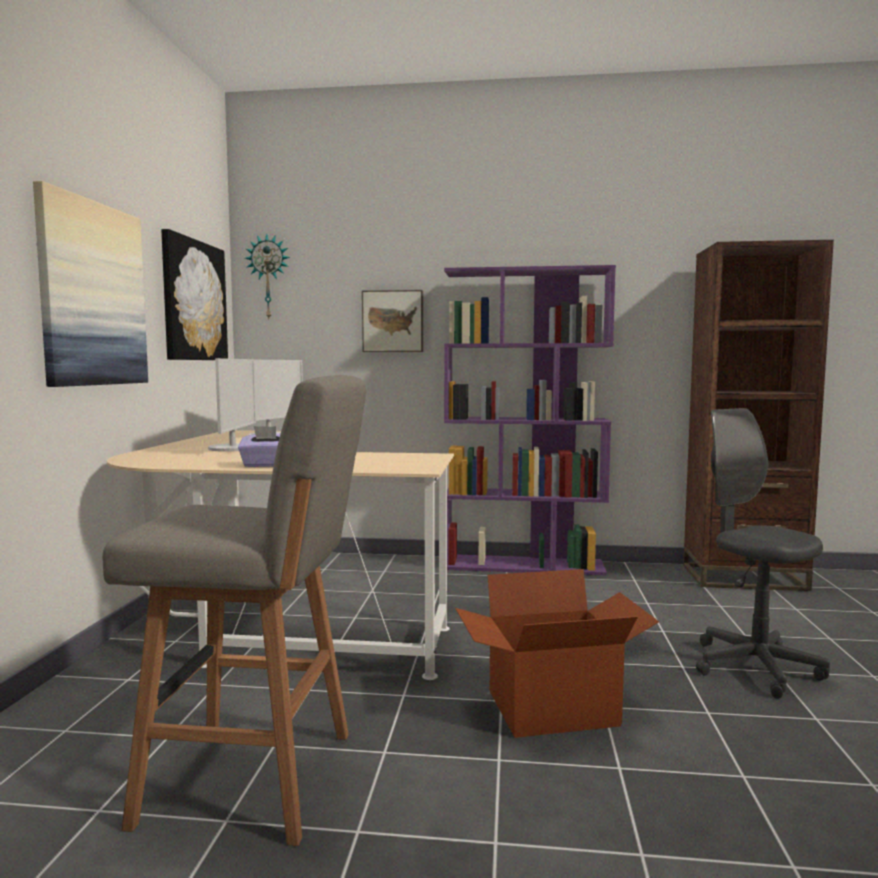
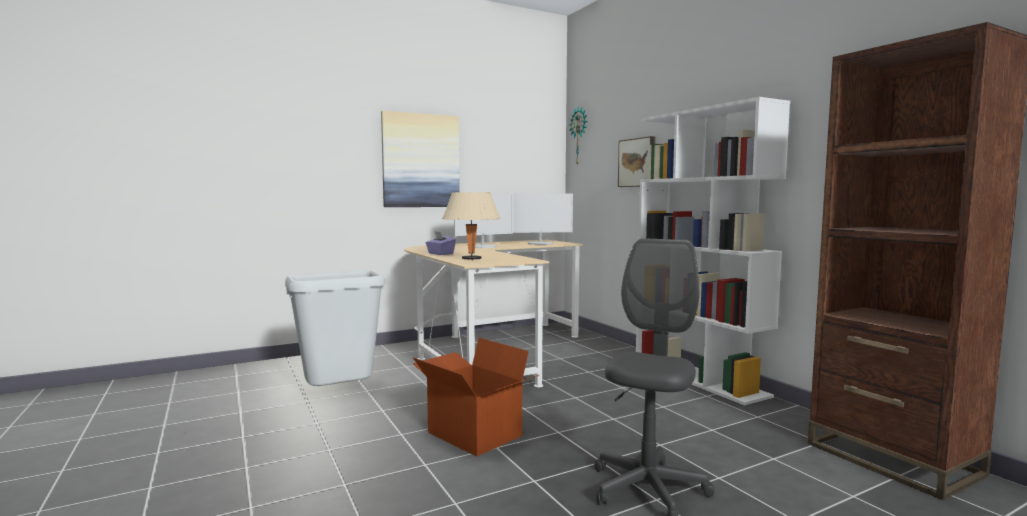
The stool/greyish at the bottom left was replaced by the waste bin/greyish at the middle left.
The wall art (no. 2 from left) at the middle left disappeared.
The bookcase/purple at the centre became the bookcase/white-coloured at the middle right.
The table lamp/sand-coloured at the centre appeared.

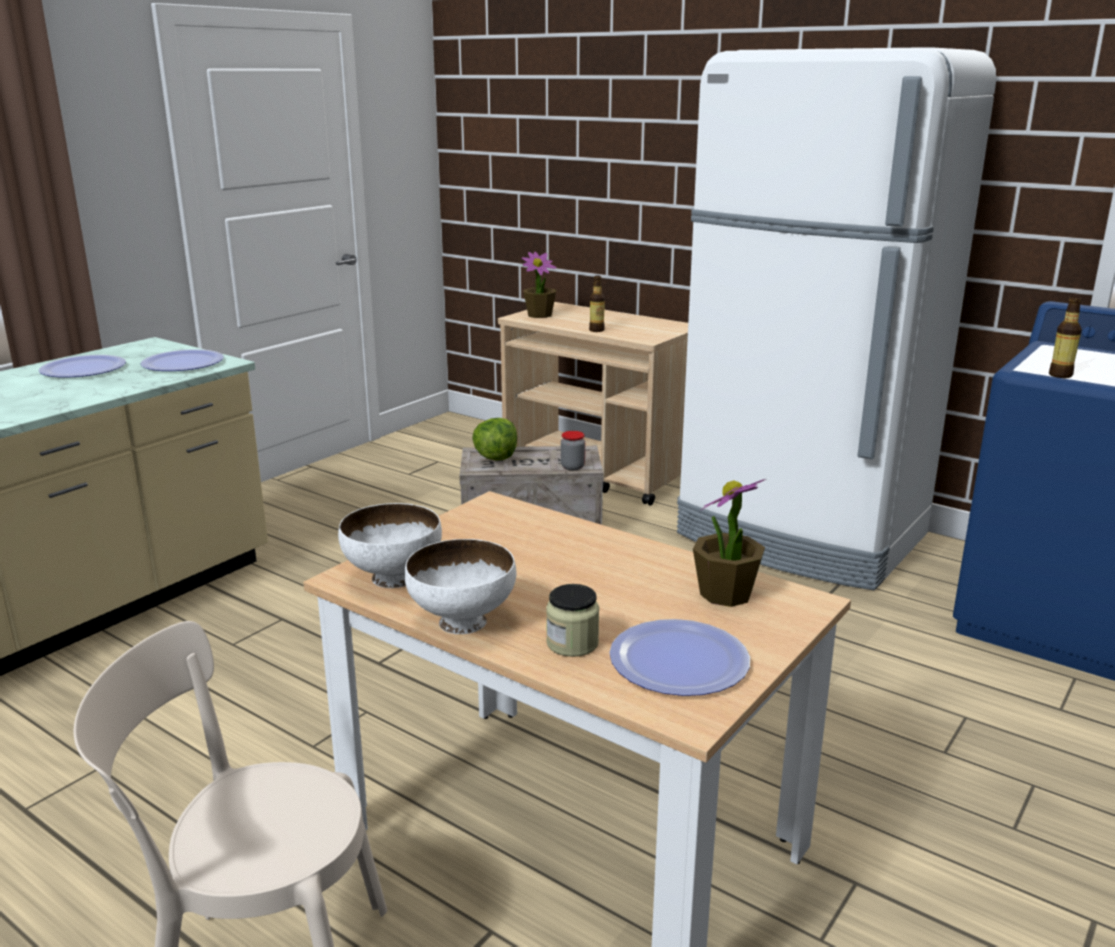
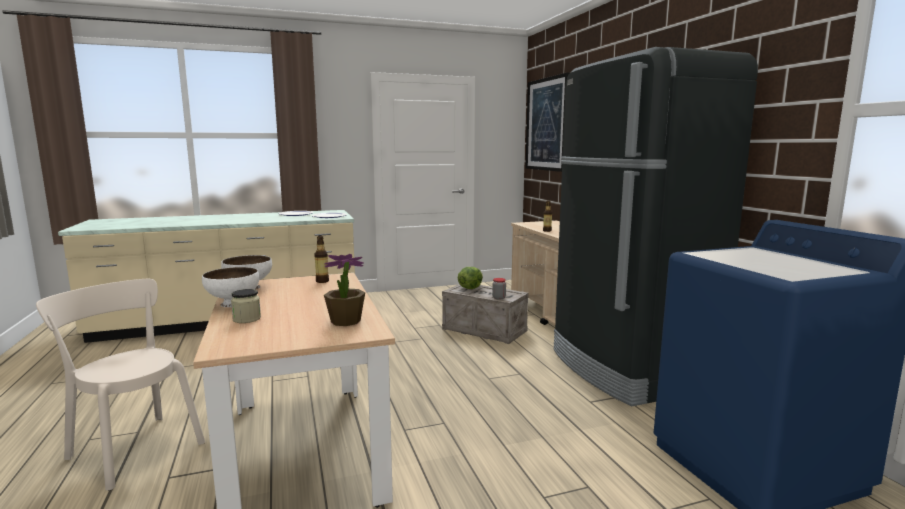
The houseplant (no. 1 from left) at the top centre disappeared.
The dinner plate (no. 3 from left) at the bottom centre disappeared.
The fridge/white-coloured at the middle right became the fridge/black at the middle right.
The drink bottle (no. 2 from left in the first image) moved from the middle right to the centre.
The wall art at the top centre appeared.

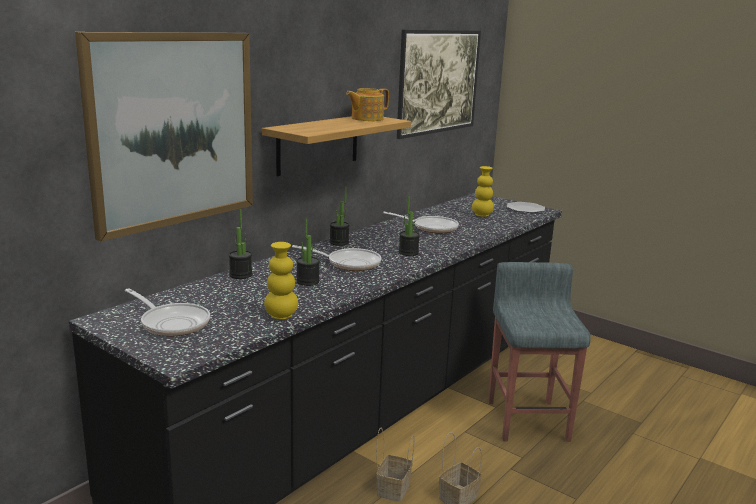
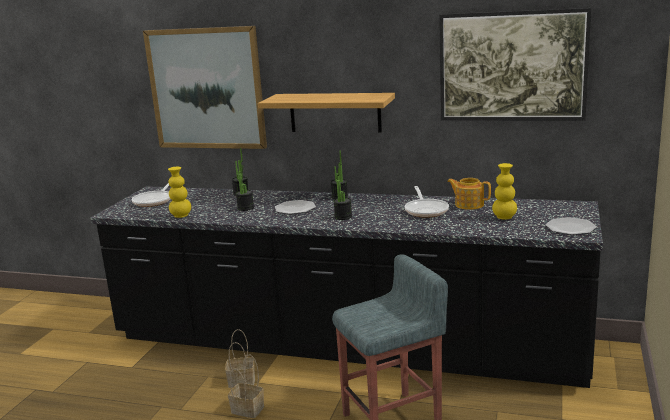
The frying pan (no. 2 from left) at the centre was replaced by the dinner plate (no. 1 from left) at the centre.
The teapot moved from the top centre to the middle right.

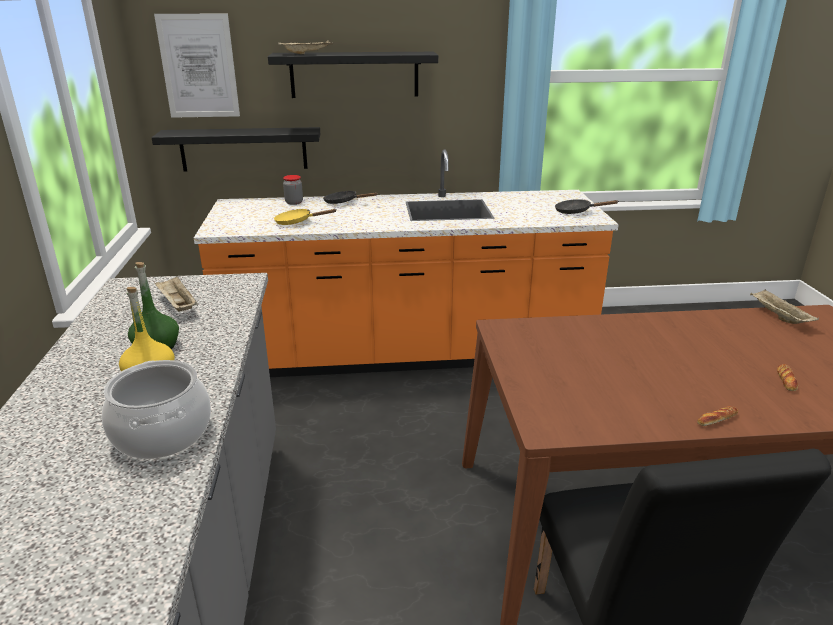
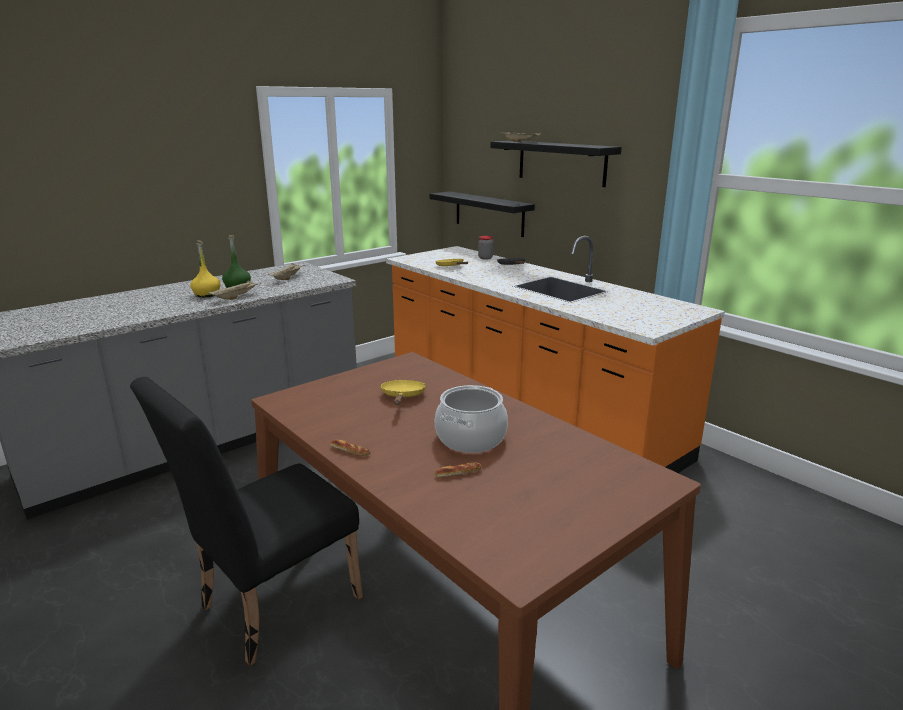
The stockpot moved from the middle left to the centre.
The wall art at the top left disappeared.
The frying pan/black (no. 2 from left) at the top right disappeared.
The tray/sand-coloured (no. 3 from left in the first image) moved from the middle right to the middle left.
The frying pan/yellowish (no. 1 from left) at the centre appeared.

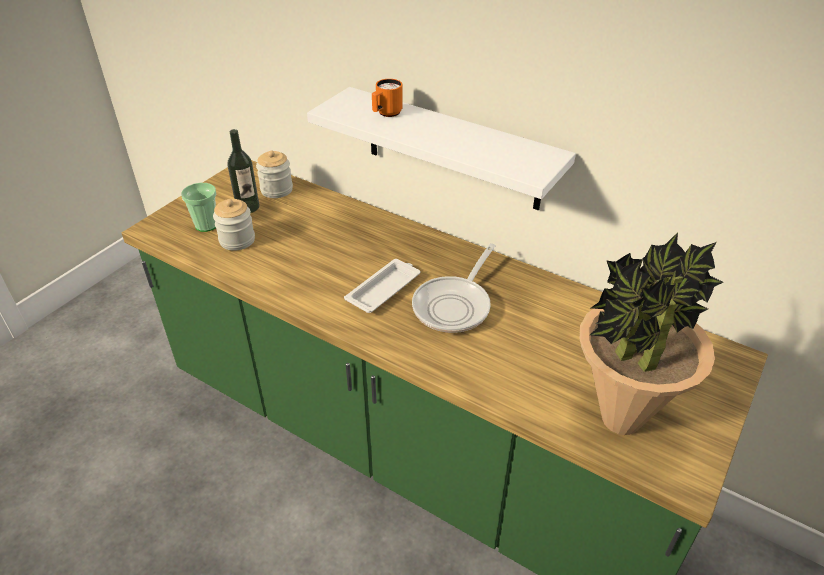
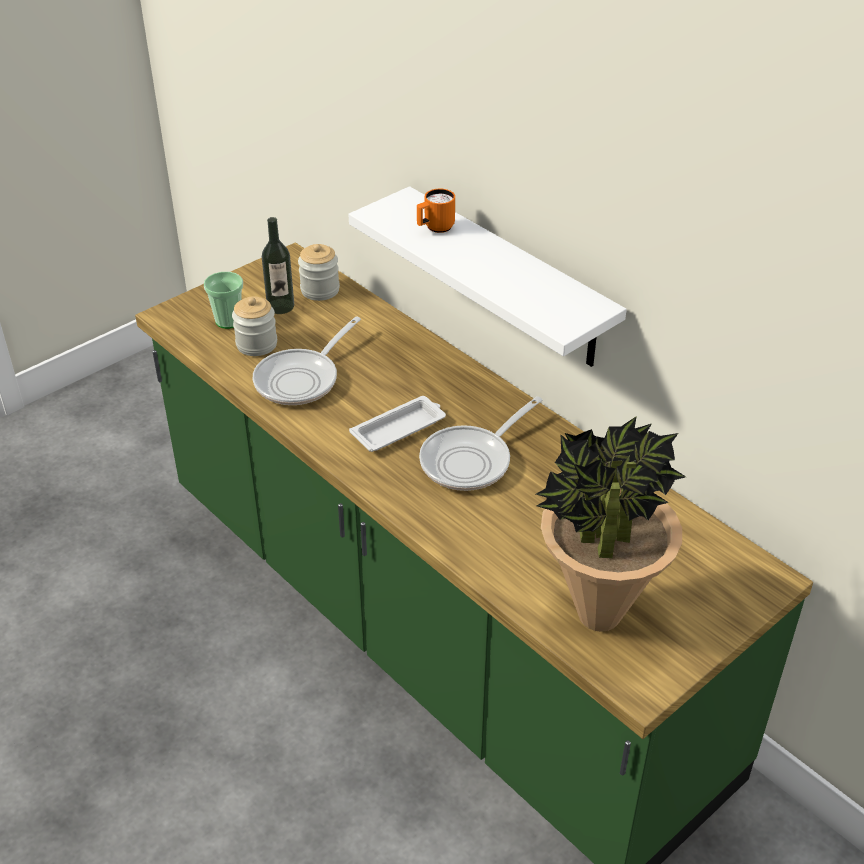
The frying pan (no. 1 from left) at the centre appeared.

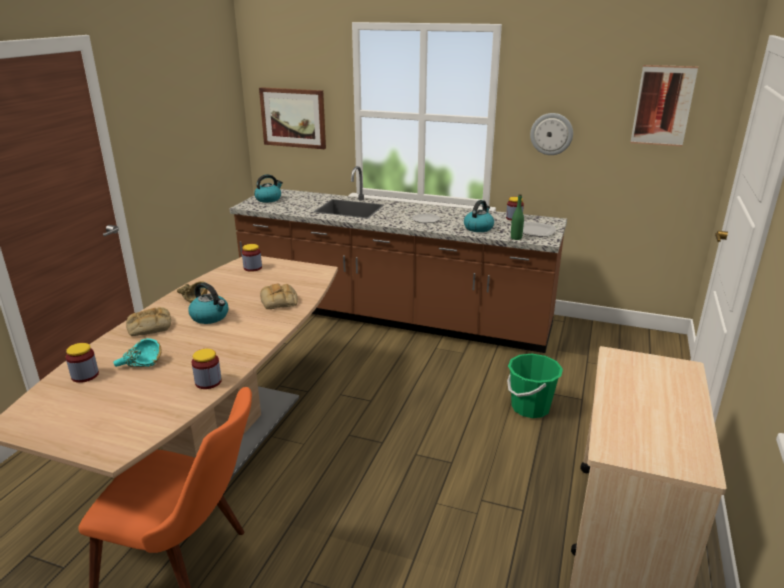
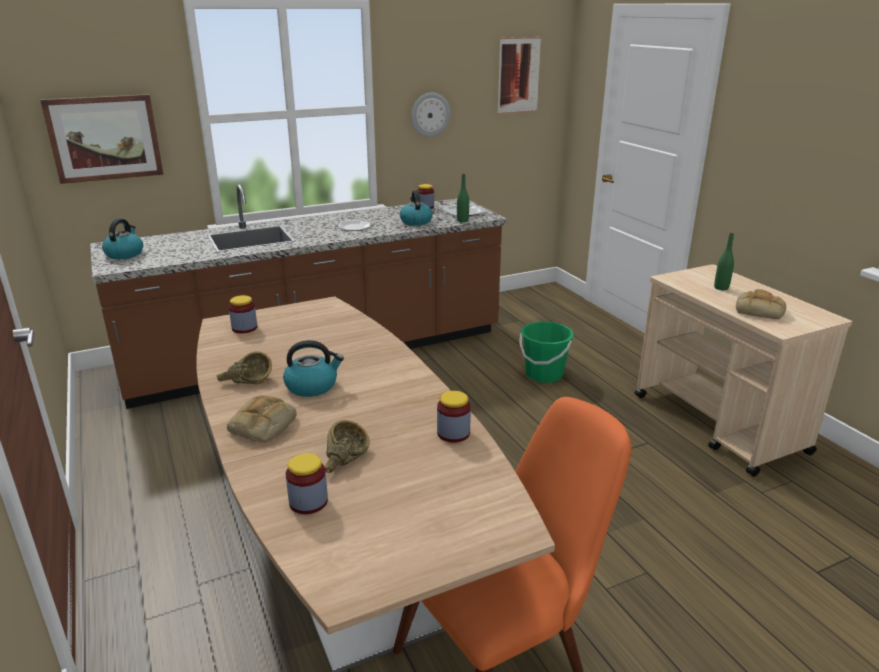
The deep dish/blue-green at the middle left became the deep dish/brownish (no. 2 from left) at the centre.
The bakery bread (no. 2 from left) moved from the centre to the middle right.
The drink bottle/green (no. 2 from left) at the middle right appeared.

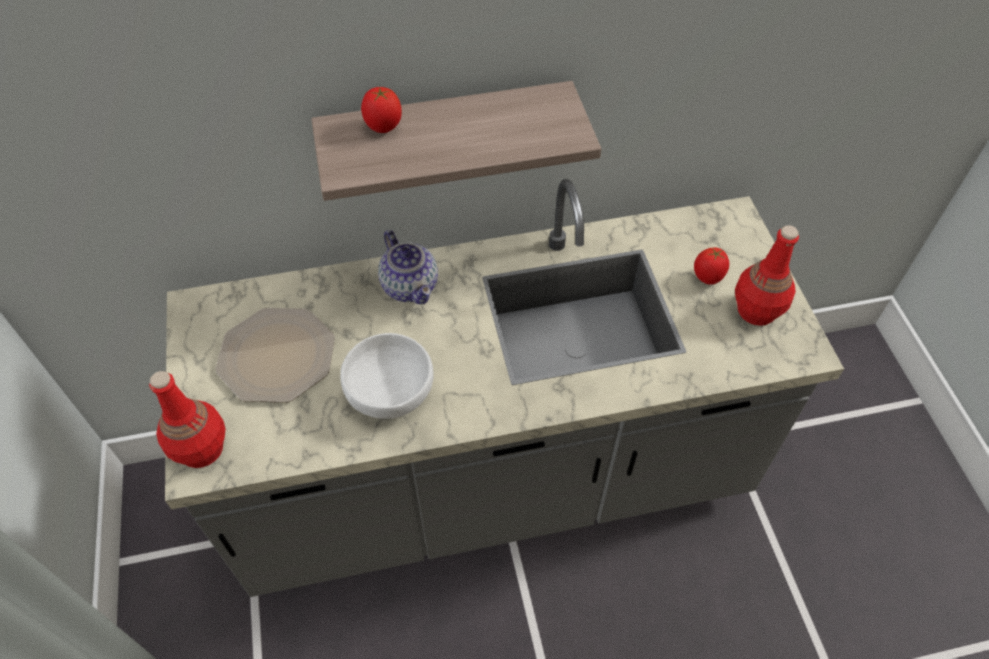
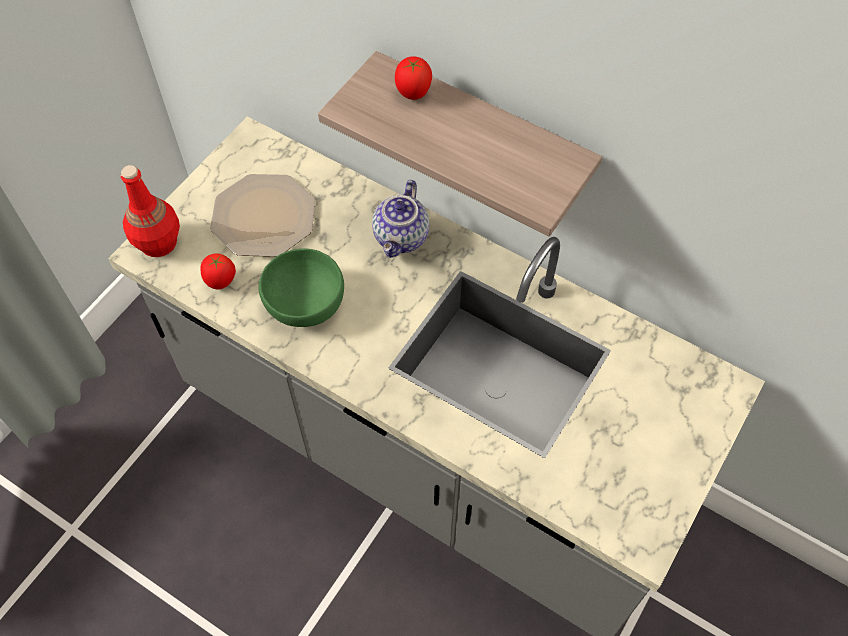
The deep dish/white-coloured at the centre became the deep dish/green at the centre.
The fresh tomato (no. 2 from left in the first image) moved from the middle right to the middle left.
The drink bottle/red-coloured (no. 2 from left) at the middle right disappeared.

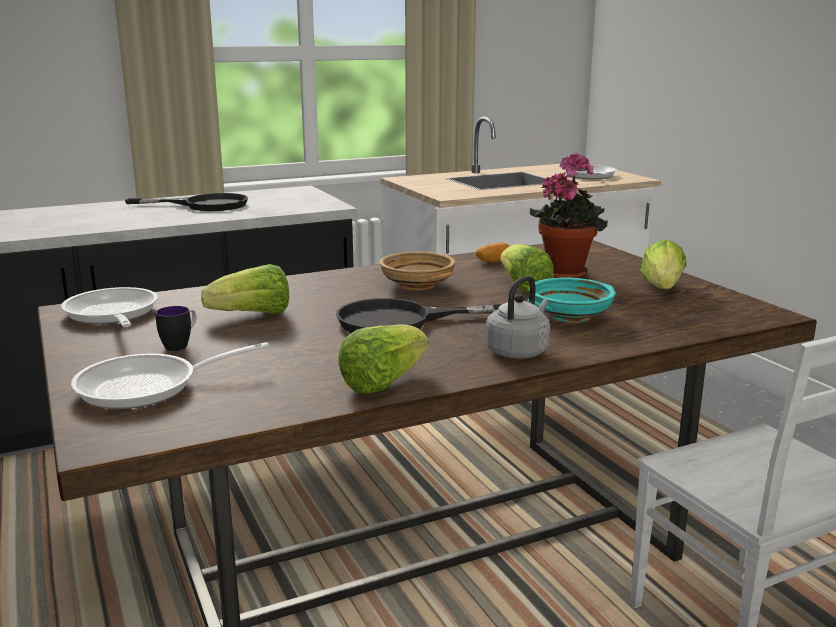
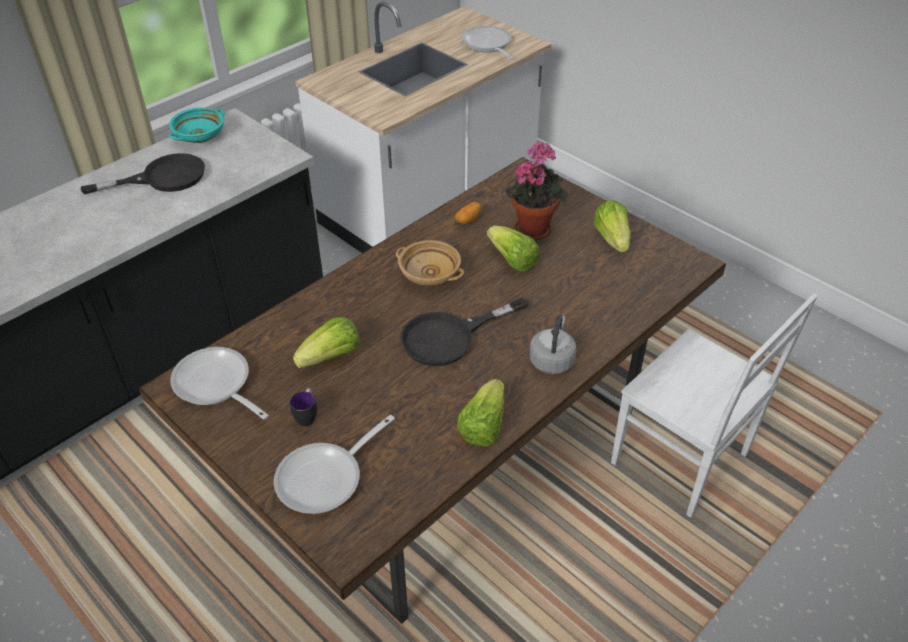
The deep dish/blue-green moved from the middle right to the top left.

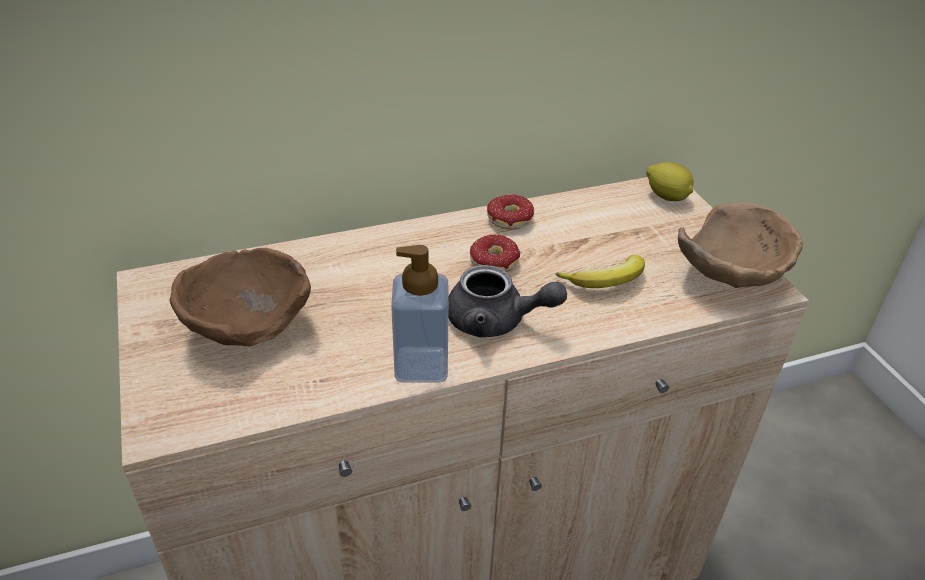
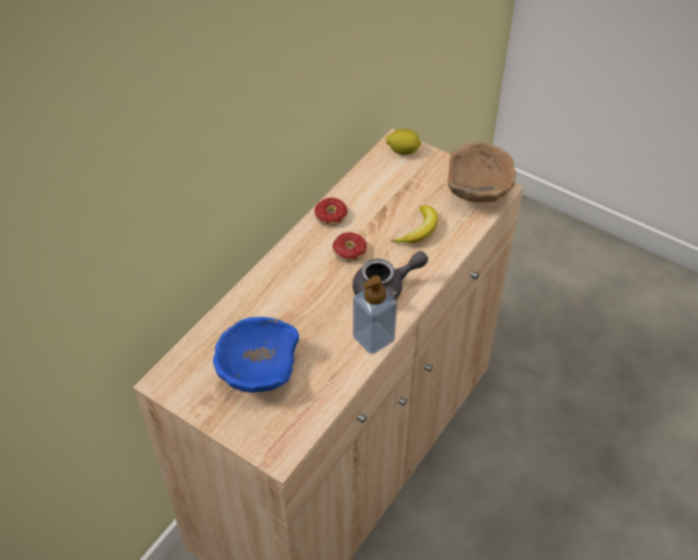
The deep dish/brownish (no. 1 from left) at the middle left became the deep dish/blue at the centre.

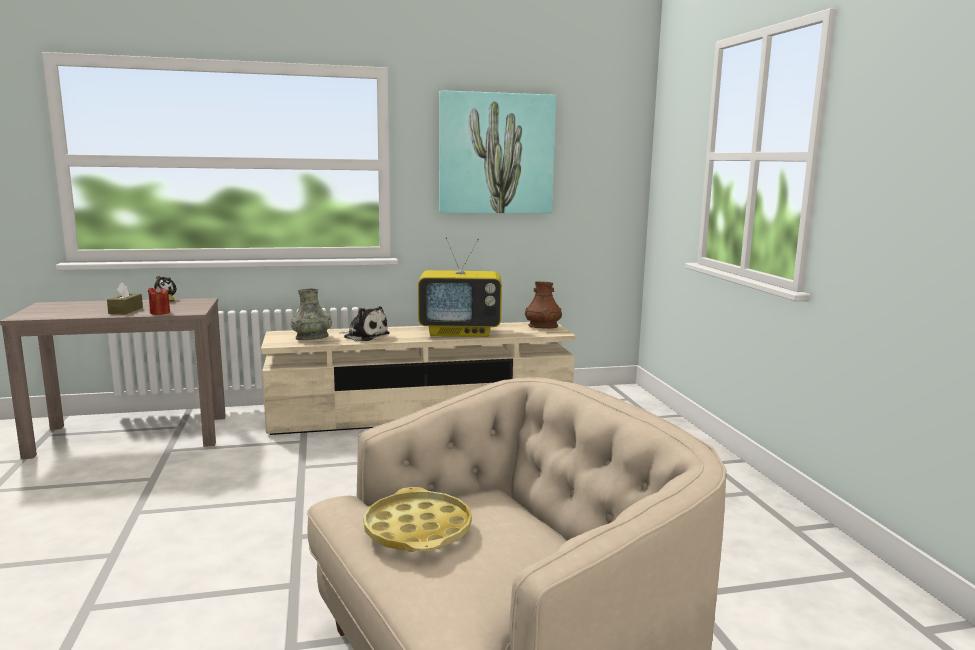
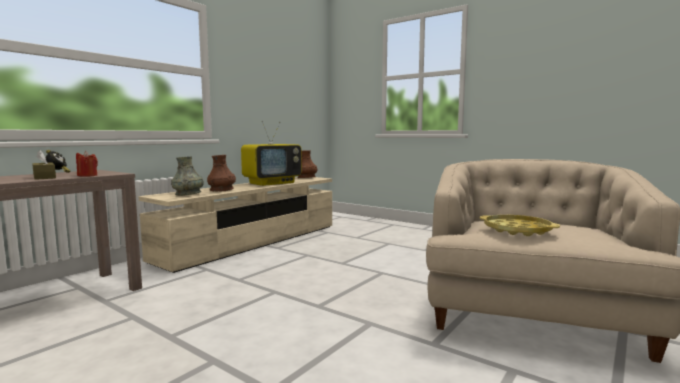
The cuddly toy at the centre was replaced by the decorative vase/brownish (no. 1 from left) at the middle left.
The wall art at the top centre disappeared.

